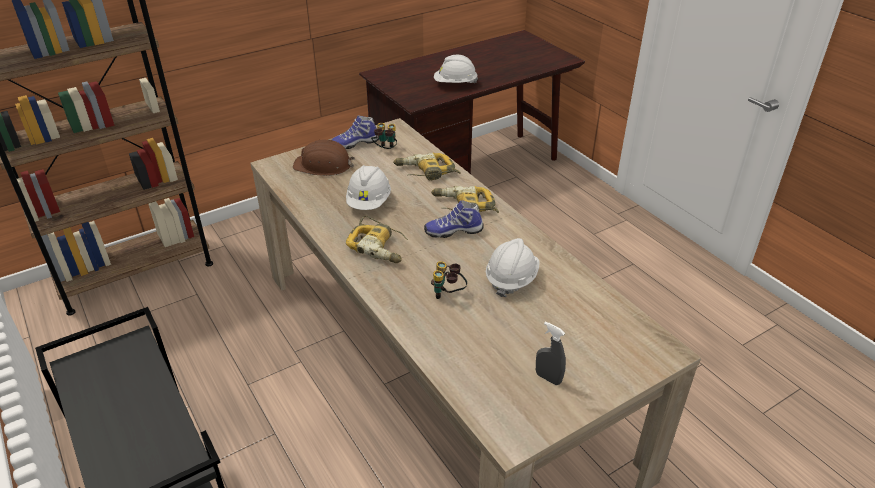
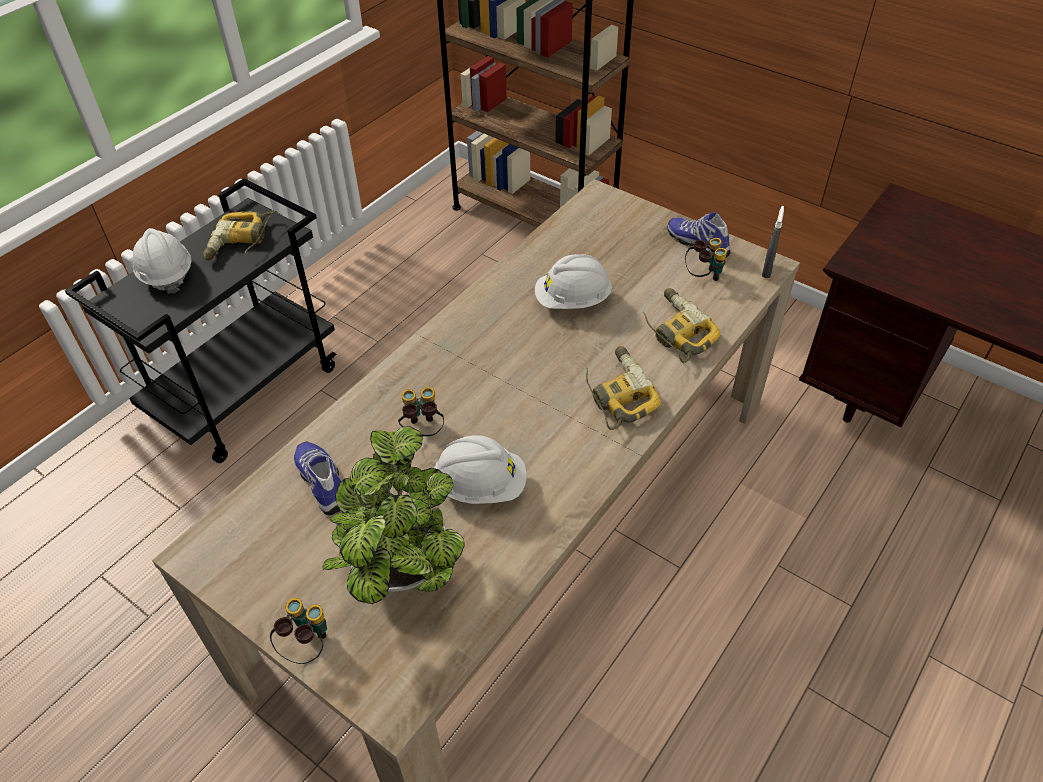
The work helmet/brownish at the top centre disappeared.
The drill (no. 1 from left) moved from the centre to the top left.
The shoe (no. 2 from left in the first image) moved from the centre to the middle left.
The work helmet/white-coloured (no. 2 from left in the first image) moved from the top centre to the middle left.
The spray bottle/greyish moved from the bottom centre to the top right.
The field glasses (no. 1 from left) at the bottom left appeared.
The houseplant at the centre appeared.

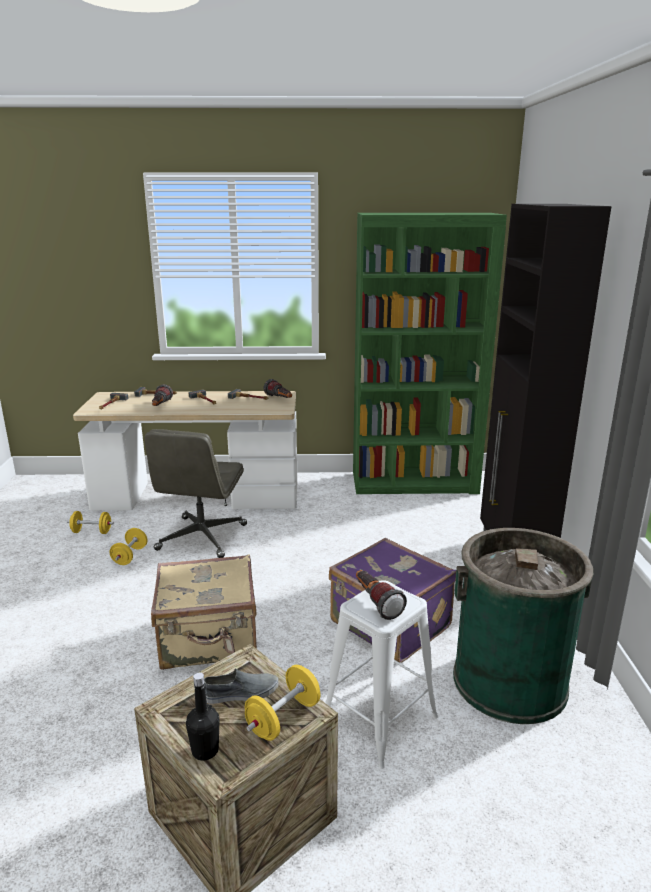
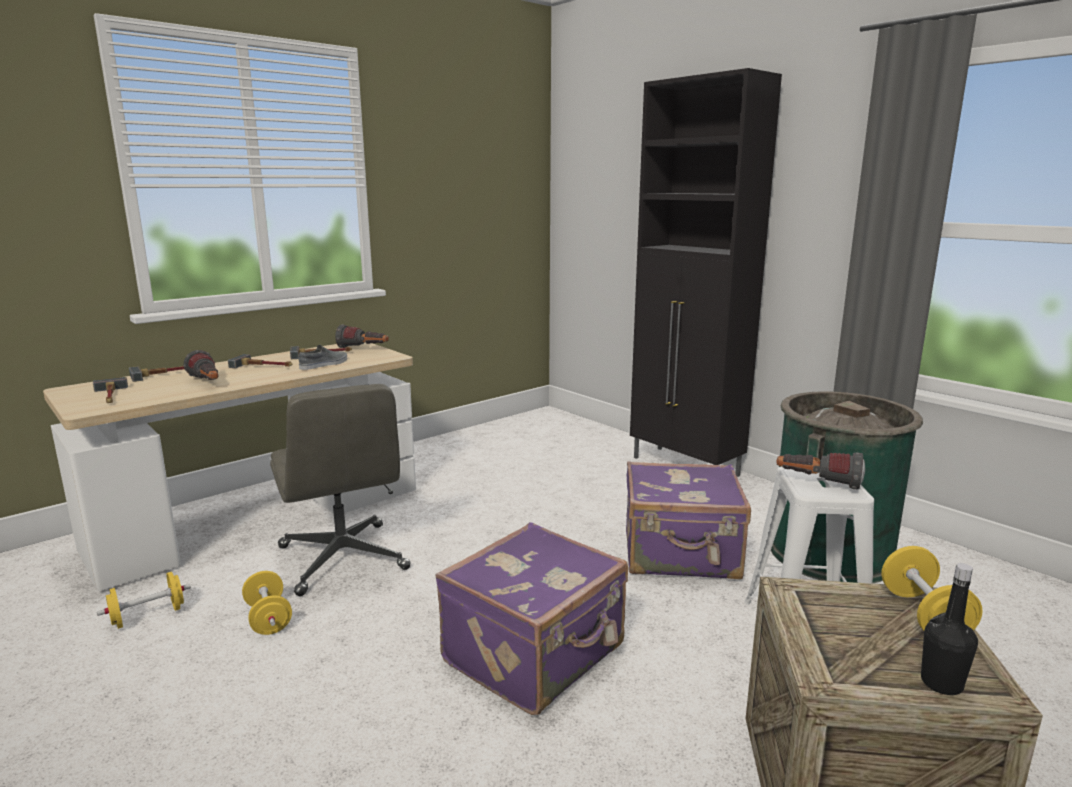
The piece of luggage/sand-coloured at the bottom left became the piece of luggage/purple (no. 1 from left) at the bottom centre.
The shoe/greyish moved from the bottom centre to the middle left.
The bookcase/green at the centre disappeared.

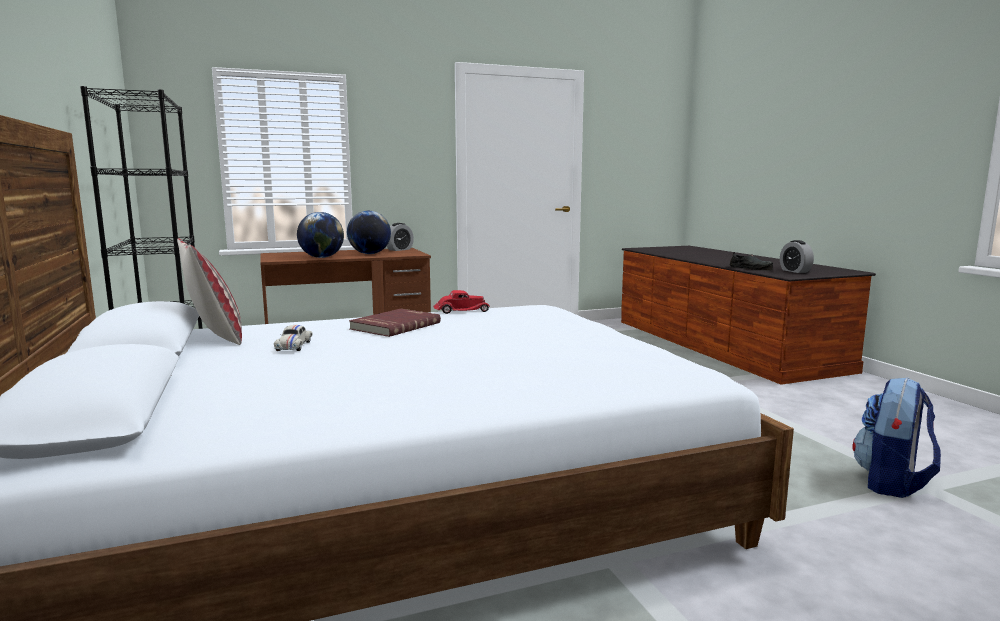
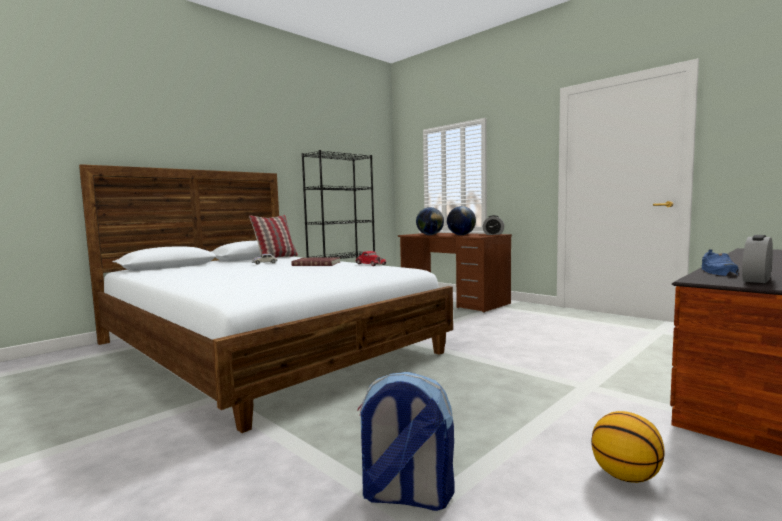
The shoe/black at the middle right became the shoe/blue at the middle right.
The ball for basketball at the bottom right appeared.

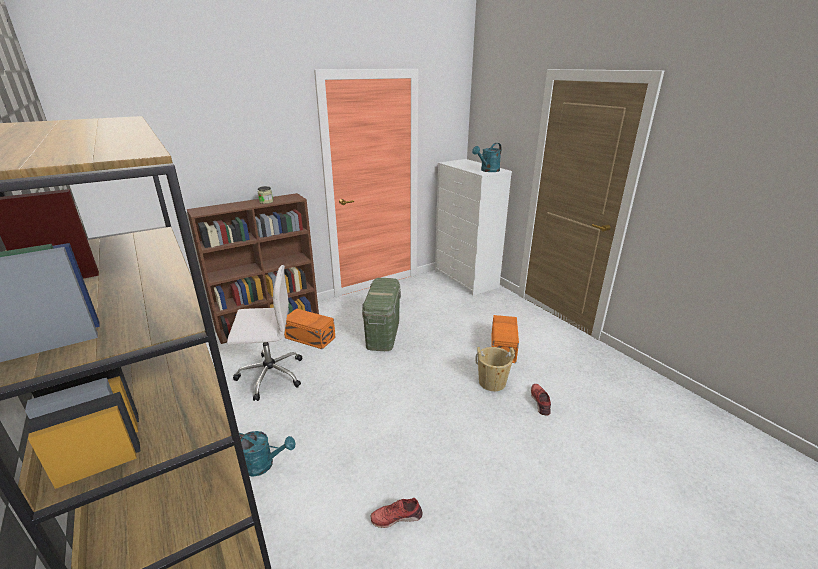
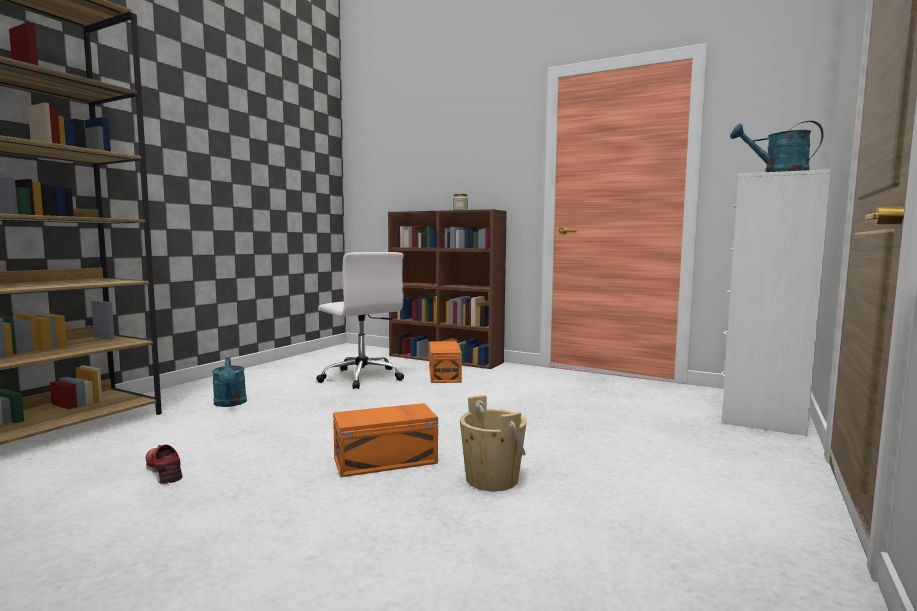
The storage bin/green at the centre disappeared.
The storage bin/orange-coloured (no. 2 from left in the first image) moved from the centre to the bottom centre.
The shoe/red-coloured (no. 2 from left) at the bottom centre disappeared.

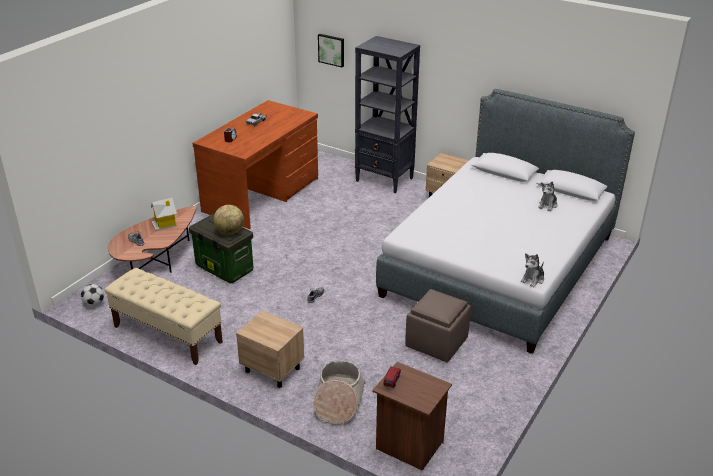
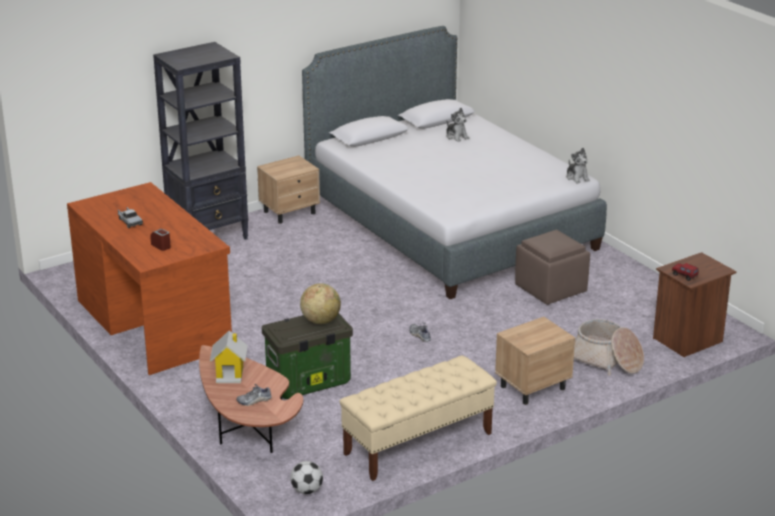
The wall art at the top centre disappeared.

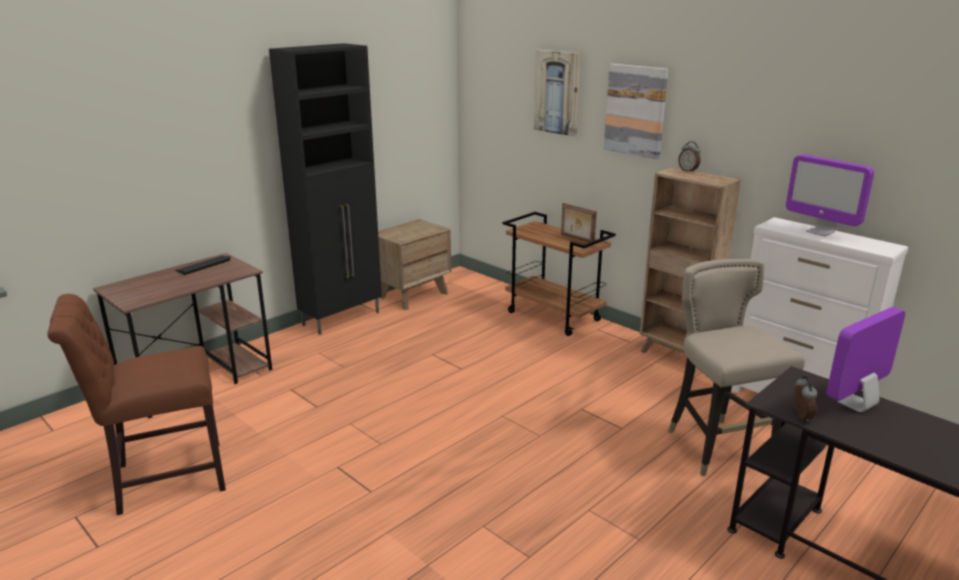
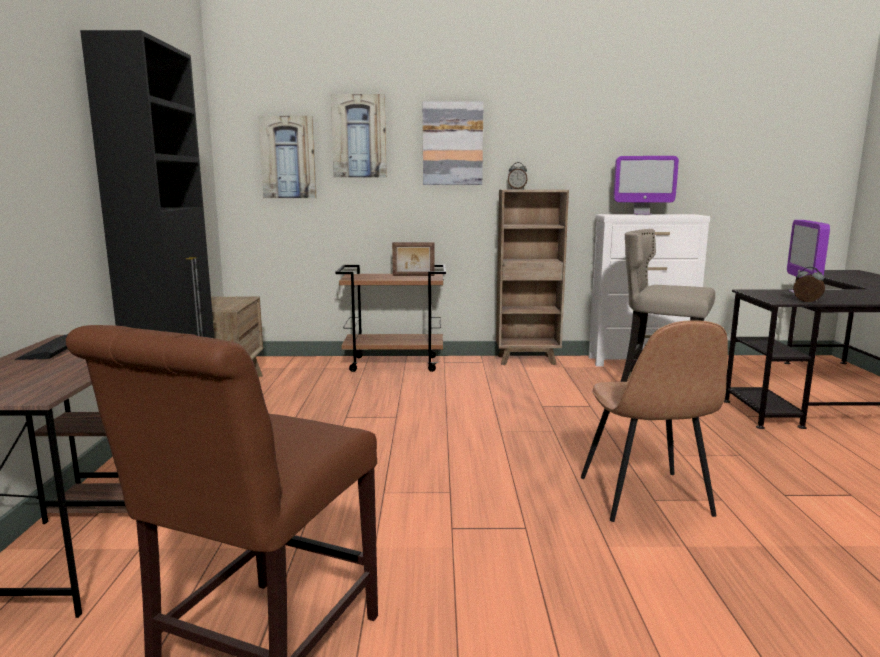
The wall art (no. 1 from left) at the top left appeared.
The plain chair/brownish (no. 2 from left) at the middle right appeared.

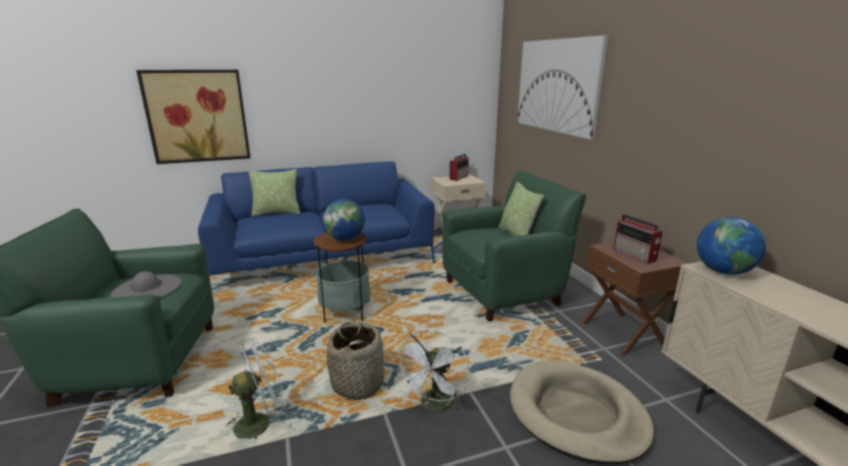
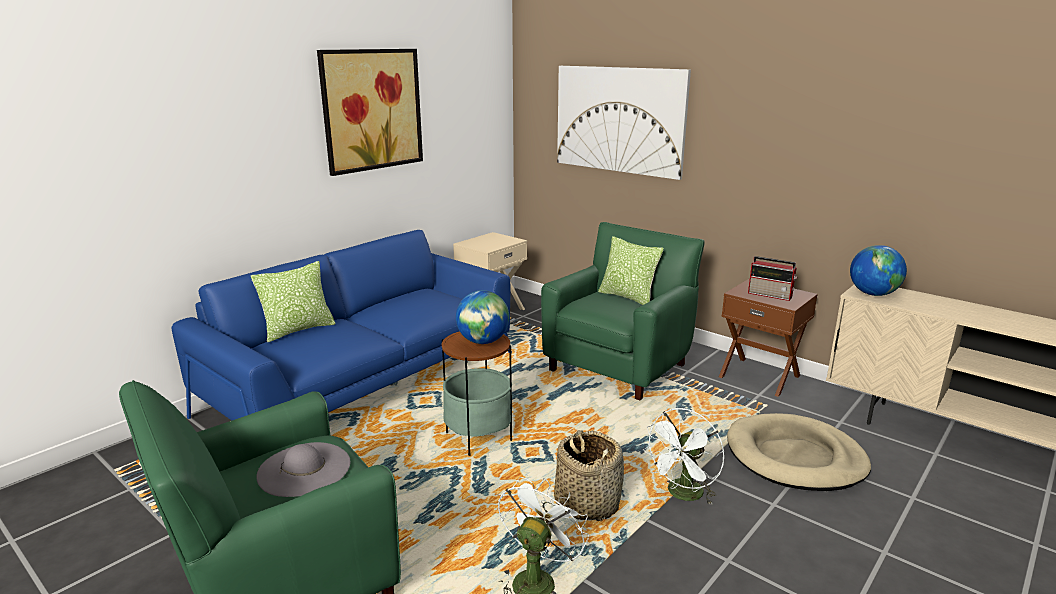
The wall art (no. 1 from left) moved from the top left to the top centre.
The cooling fan/white-coloured (no. 2 from left) at the bottom centre turned 45 degrees clockwise.
The radio set (no. 1 from left) at the centre disappeared.

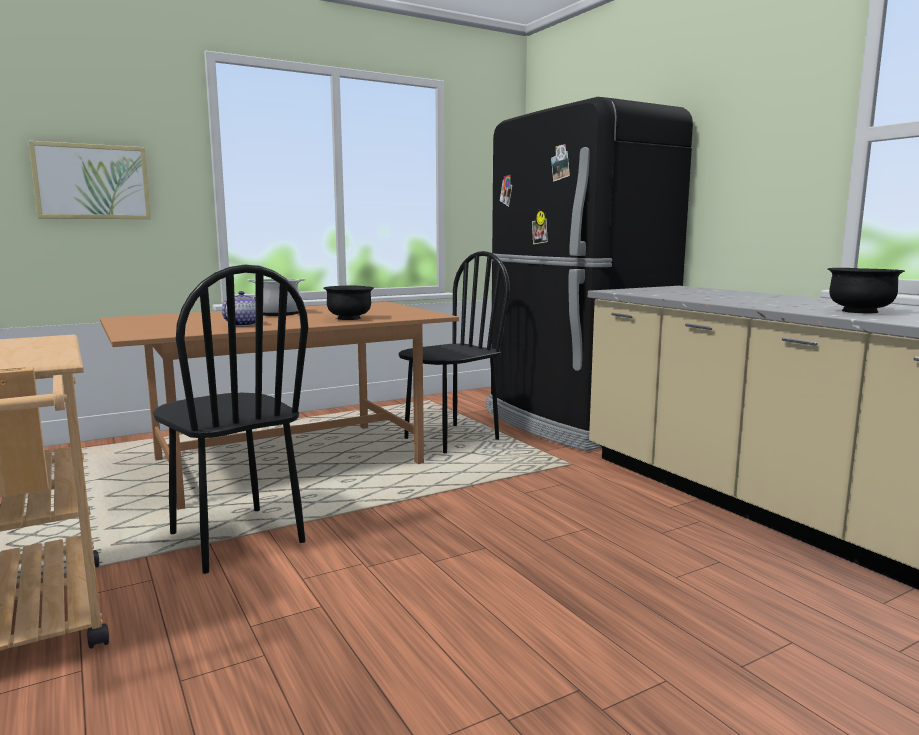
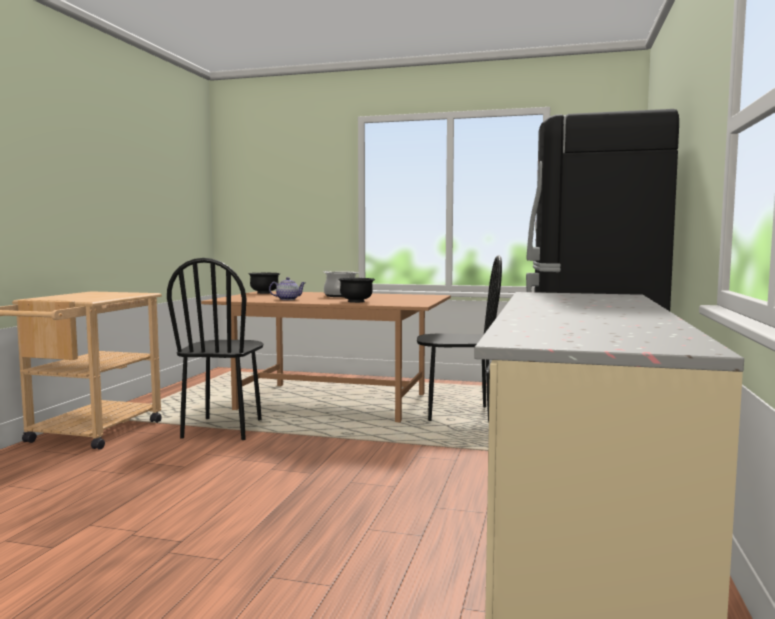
The wall art at the top left disappeared.
The deep dish/black (no. 2 from left in the first image) moved from the middle right to the centre.

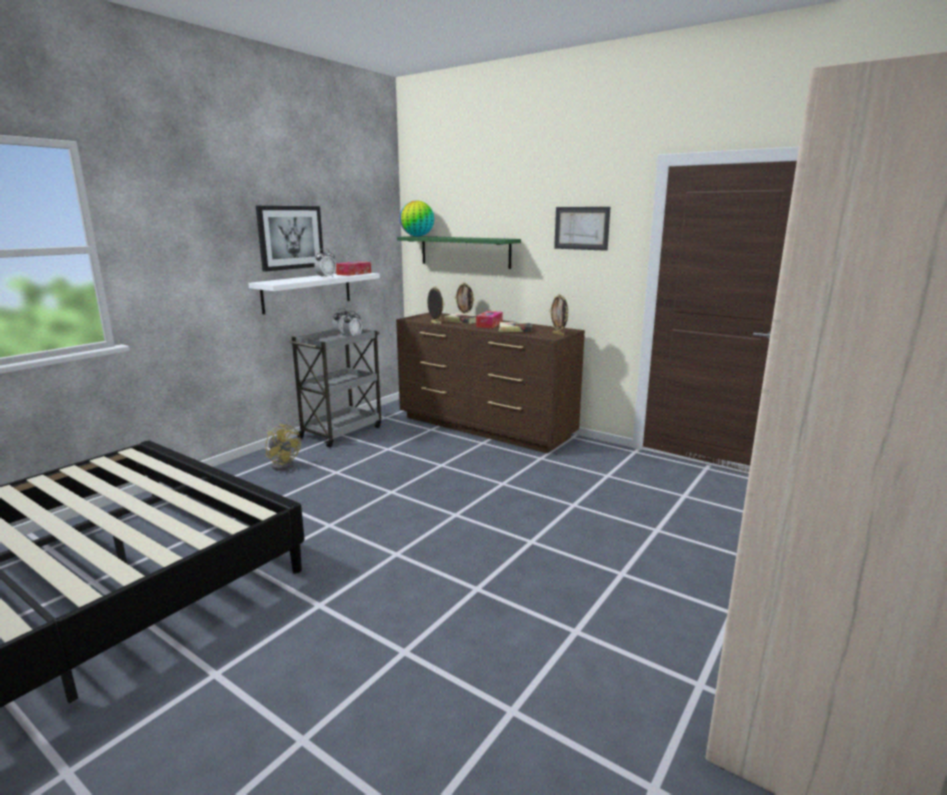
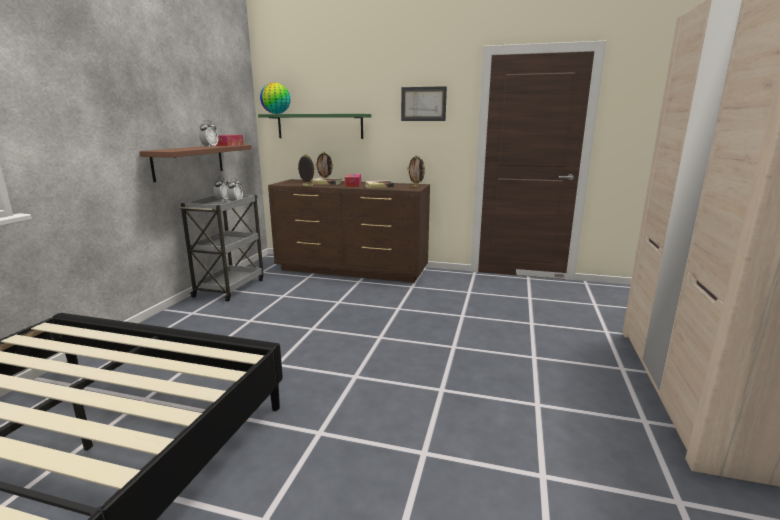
The shelf/white-coloured at the middle left became the shelf/brownish at the top left.
The wall art (no. 1 from left) at the top left disappeared.
The cooling fan/yellowish at the middle left disappeared.

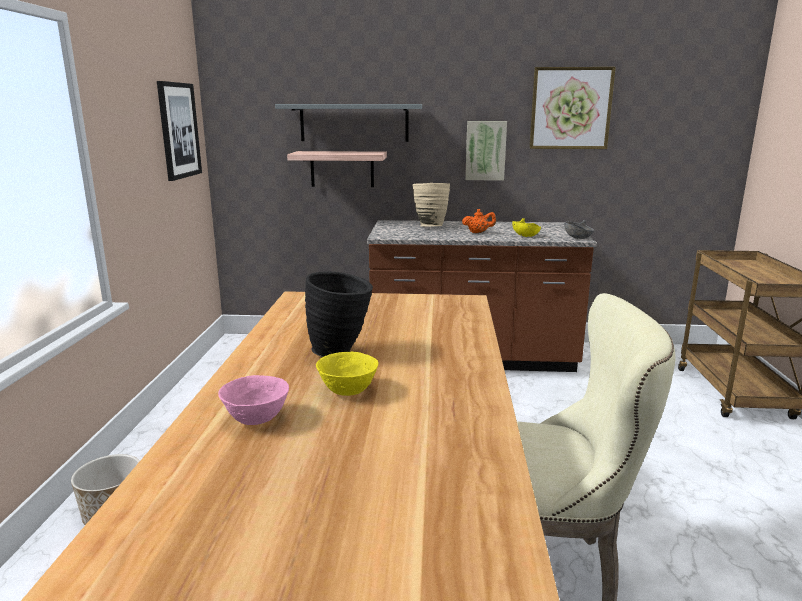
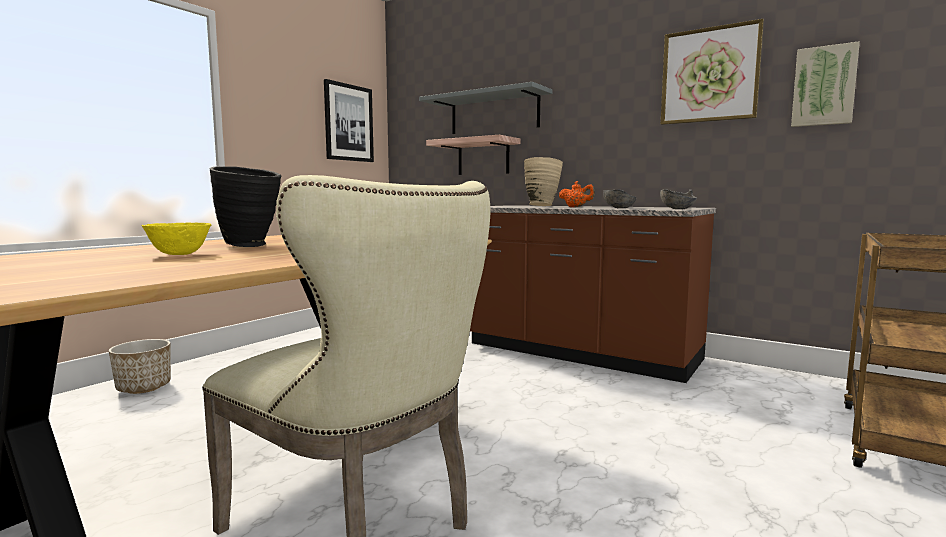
The deep dish/pink at the middle left disappeared.
The wall art (no. 2 from left in the first image) moved from the top centre to the top right.
The deep dish/yellowish (no. 2 from left) at the centre became the deep dish/greyish (no. 1 from left) at the centre.

